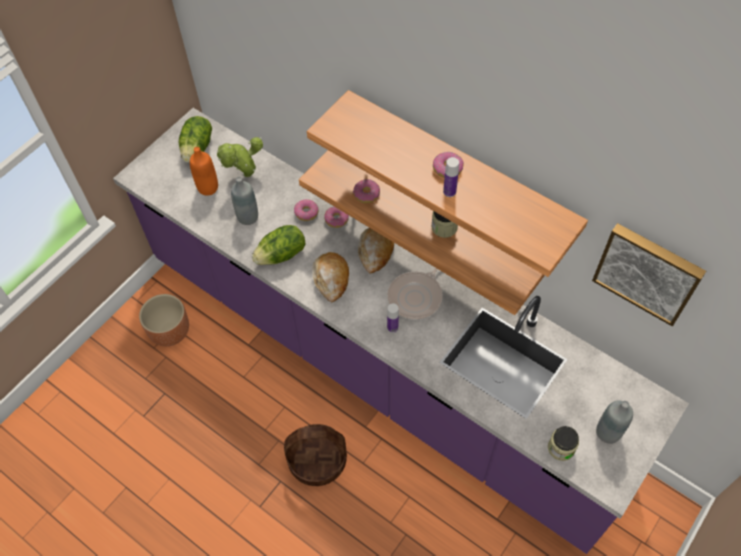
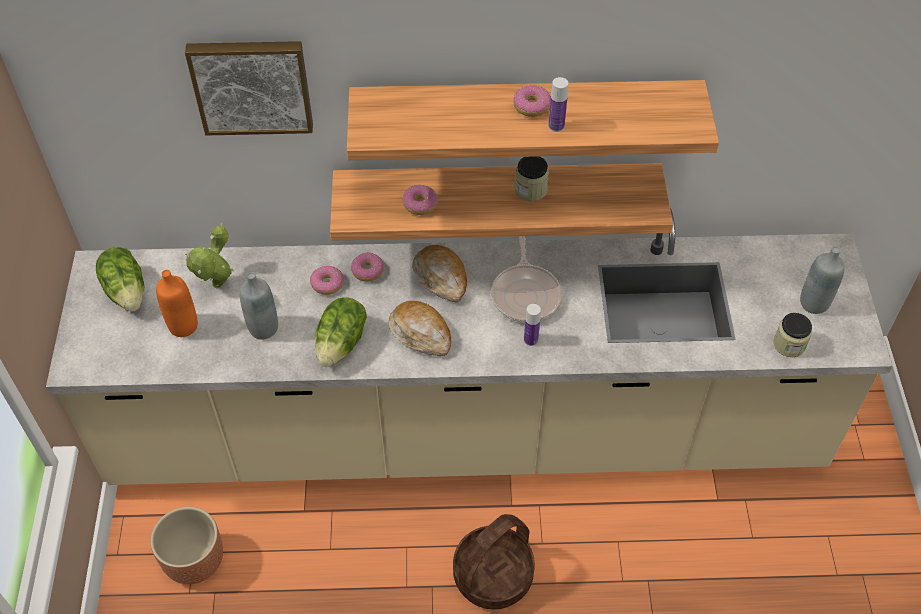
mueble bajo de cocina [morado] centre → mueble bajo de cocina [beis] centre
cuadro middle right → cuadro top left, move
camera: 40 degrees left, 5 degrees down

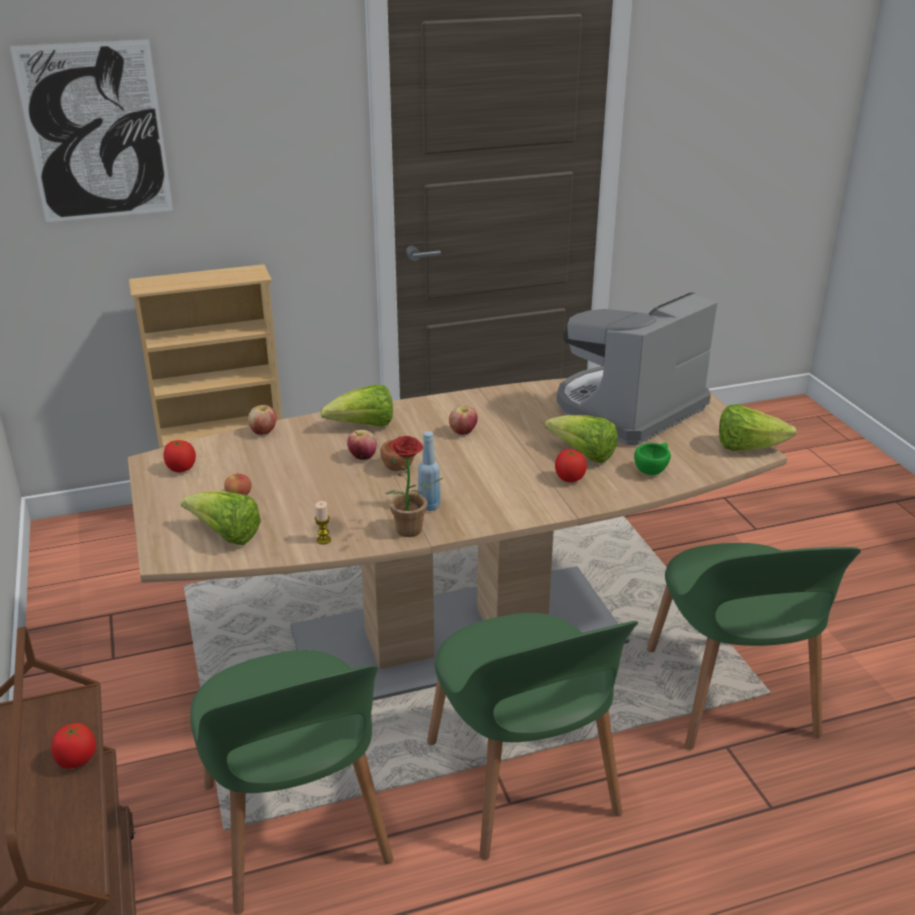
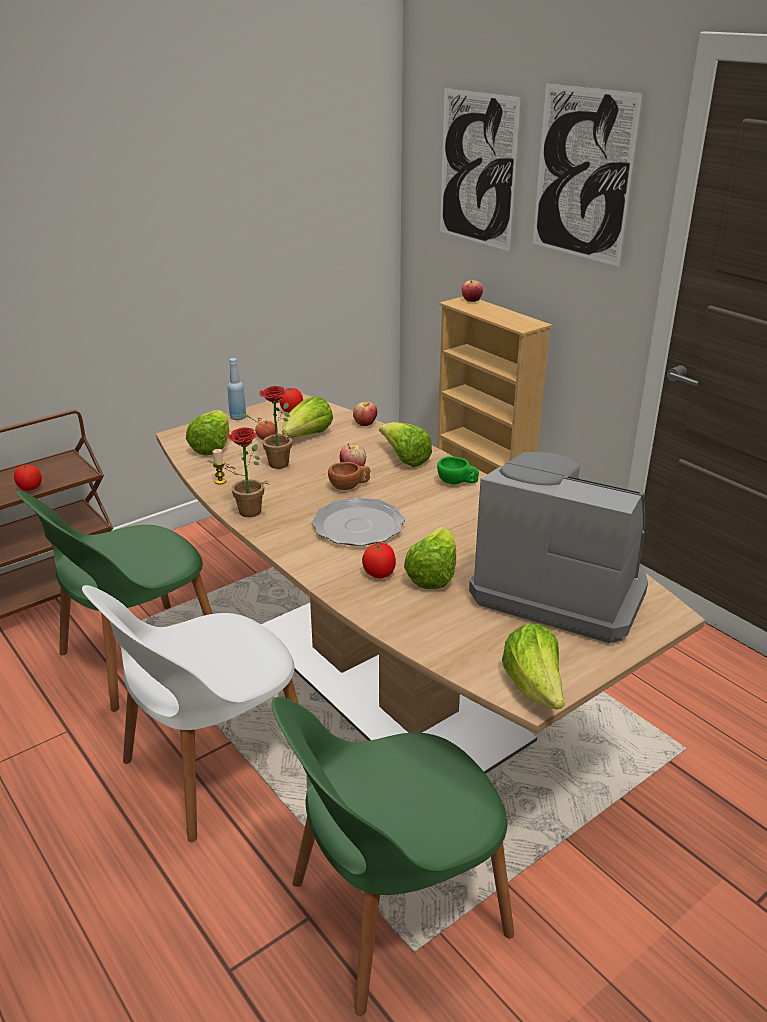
botella [azul] centre → botella [azul] middle left, move
silla [verde] (2nd from left) bottom centre → silla [blanco] bottom left
manzana (4th from left) centre → manzana (4th from left) top centre, move
taza [verde] middle right → taza [verde] centre, move
- → planta en maceta (2nd from left) centre
- → lechuga (2nd from left) centre
- → plato centre
- → cuadro (2nd from left) top right
camera: 70 degrees right, 0 degrees up

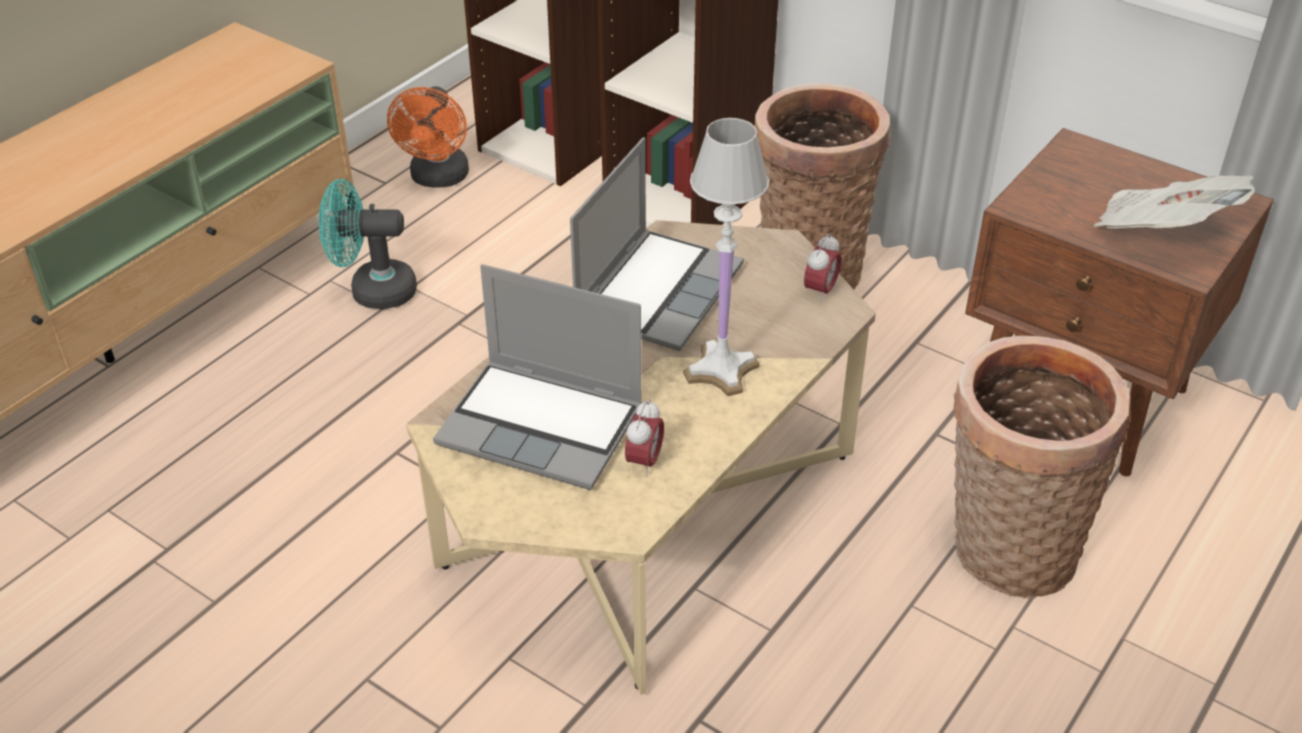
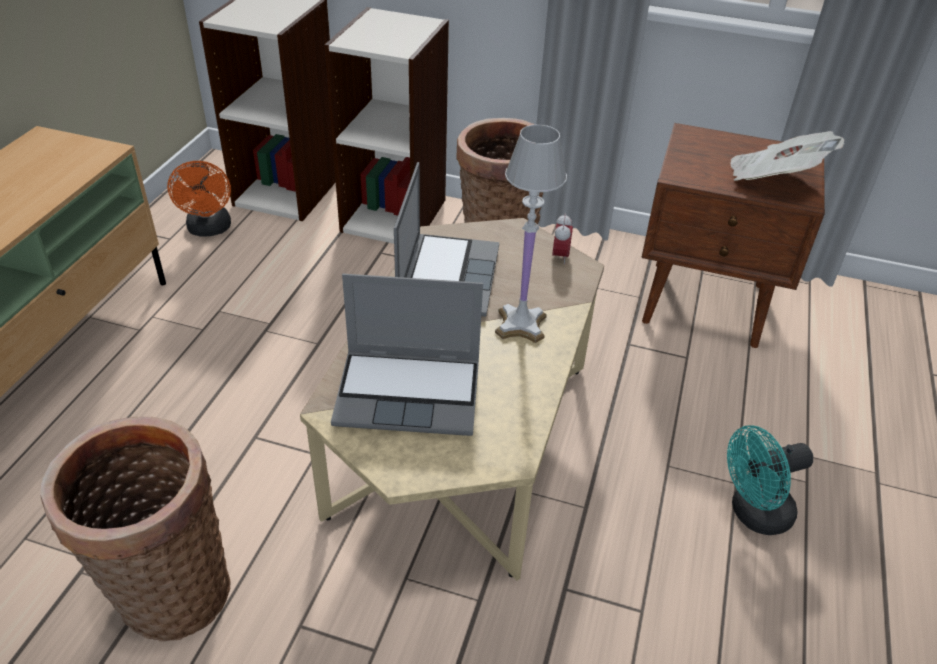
ventilador [turquesa] top left → ventilador [turquesa] bottom right, move
despertador (1st from left) centre → -
cesta (2nd from left in the first image) middle right → cesta (1st from left) bottom left, move
camera: 20 degrees left, 0 degrees up

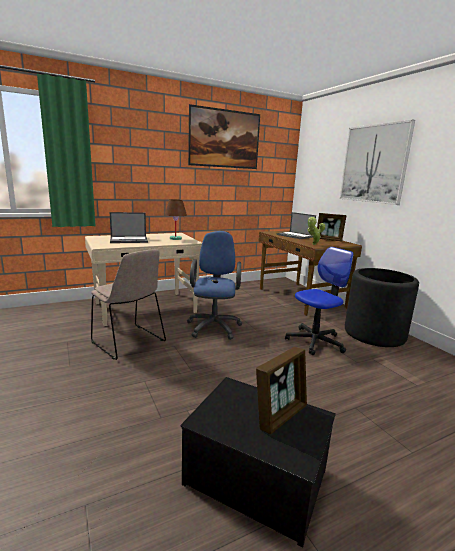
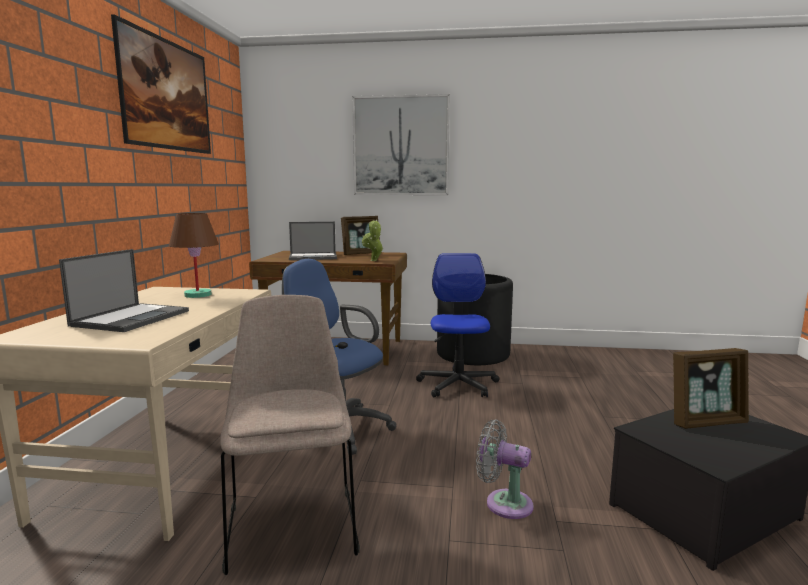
silla [beis] middle left → silla [beis] bottom centre, 90 degrees counterclockwise
portarretratos (1st from left in the first image) bottom centre → portarretratos (2nd from left) middle right, 90 degrees clockwise
- → ventilador [gris] bottom centre
camera: 55 degrees left, 5 degrees down

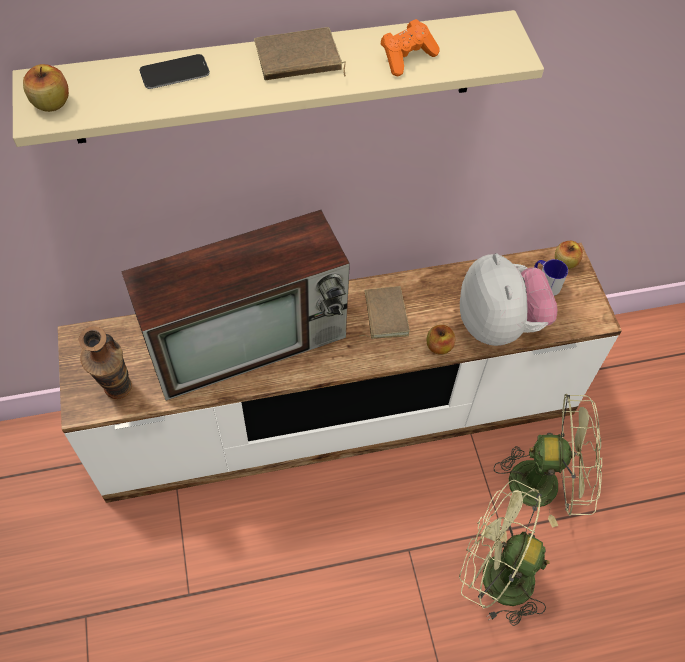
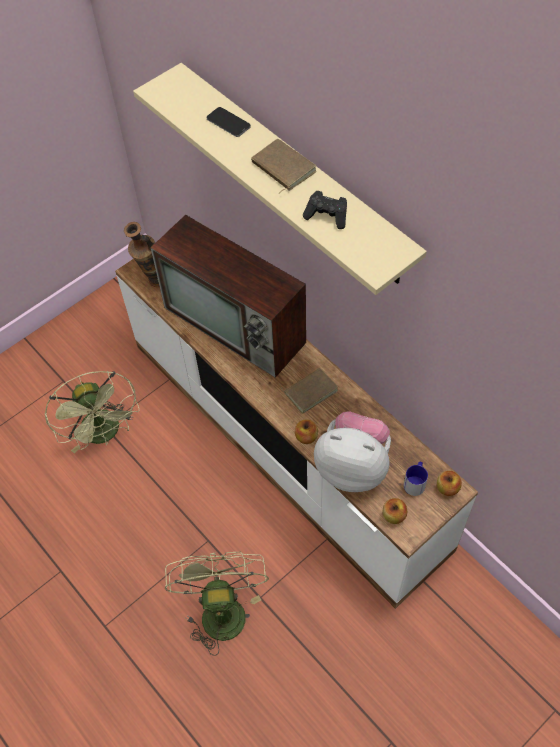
manzana (1st from left in the first image) top left → manzana (2nd from left) bottom right, move
mando de consola [naranja] top centre → mando de consola [negro] top centre
peluche middle right → peluche centre, 120 degrees counterclockwise
ventilador [verde] (2nd from left in the first image) bottom right → ventilador [verde] (1st from left) middle left, move
camera: 65 degrees right, 0 degrees up

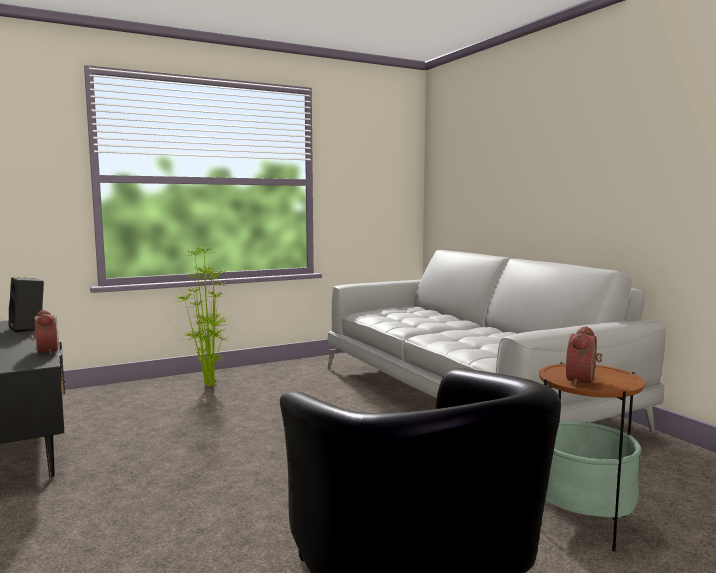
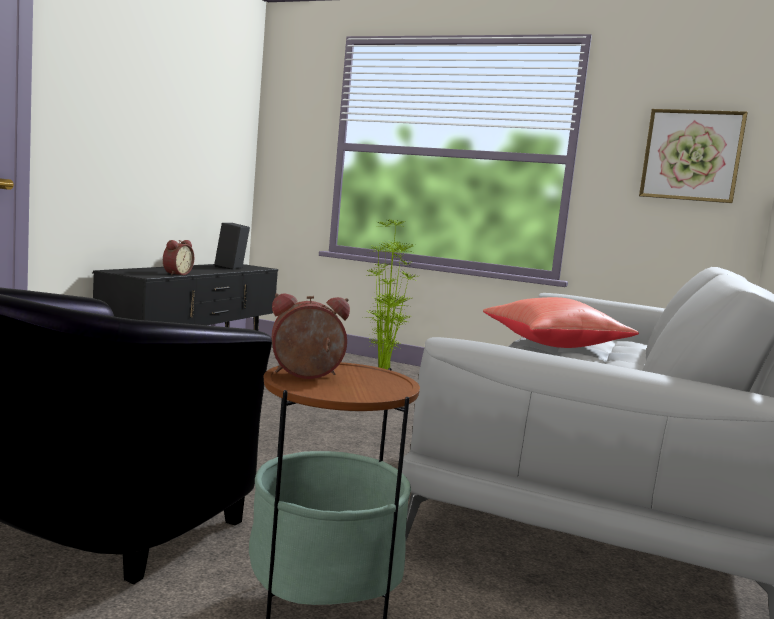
- → cojín [rojo] middle right
- → cuadro top right
camera: 50 degrees right, 0 degrees up

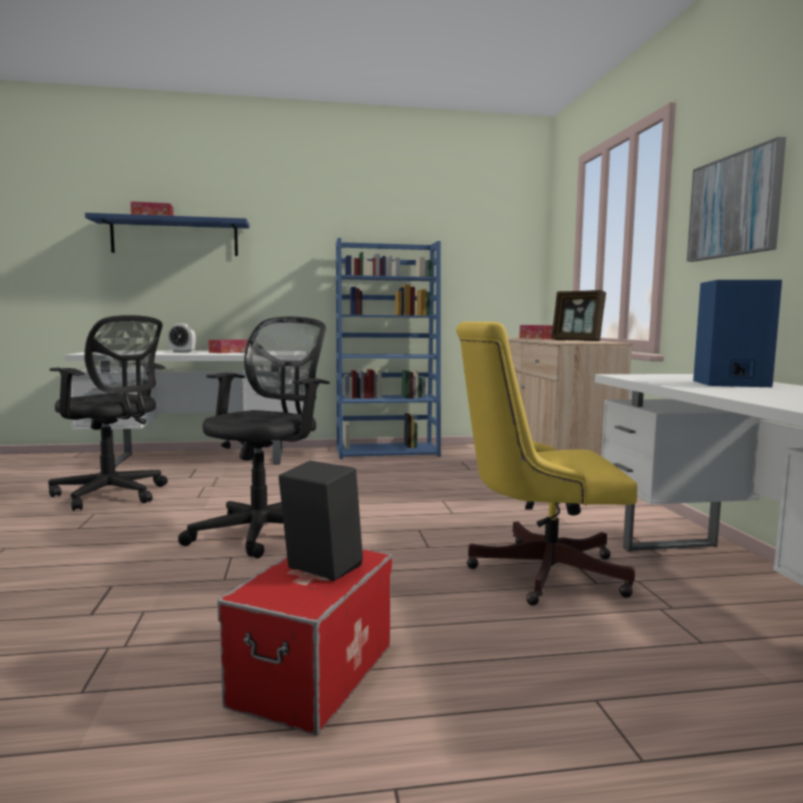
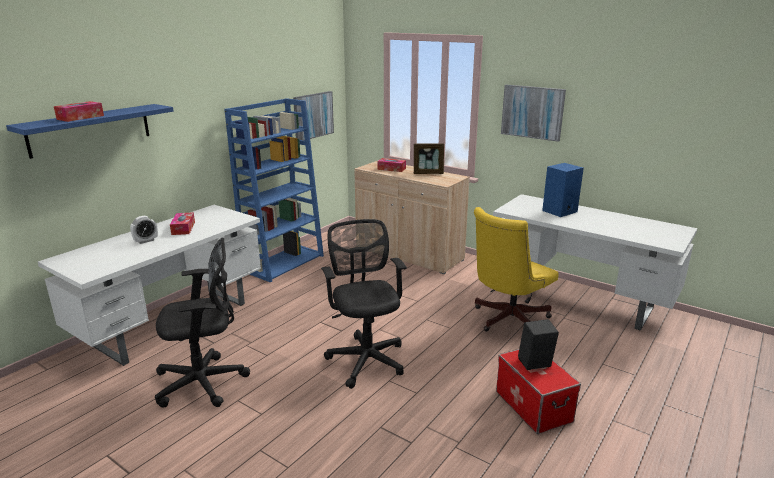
- → cuadro (1st from left) top centre
camera: 45 degrees left, 15 degrees up

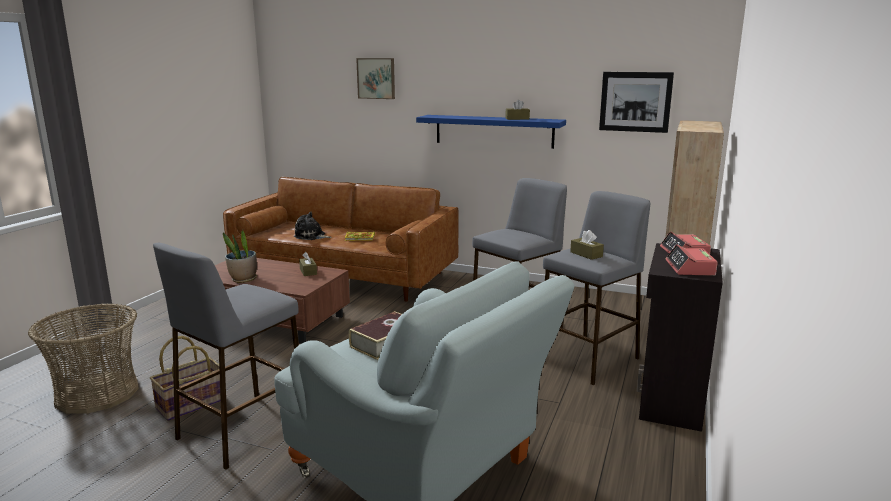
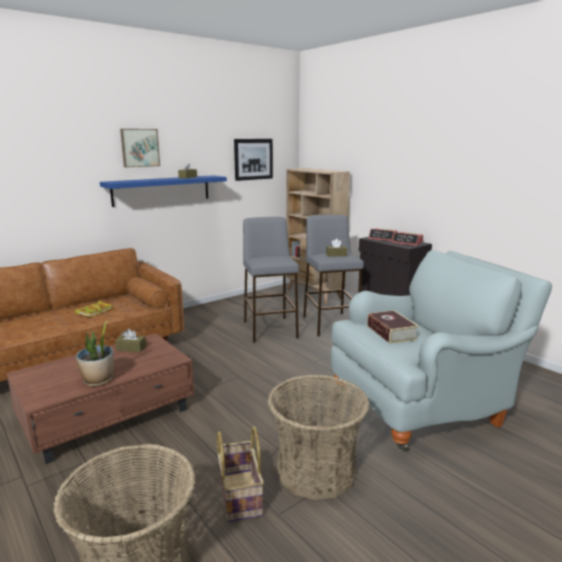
taburete [gris] (1st from left) bottom left → cesta (3rd from left) bottom centre
peluche centre → -
cuadro (1st from left) top centre → cuadro (1st from left) top left, move
camera: 60 degrees left, 0 degrees up

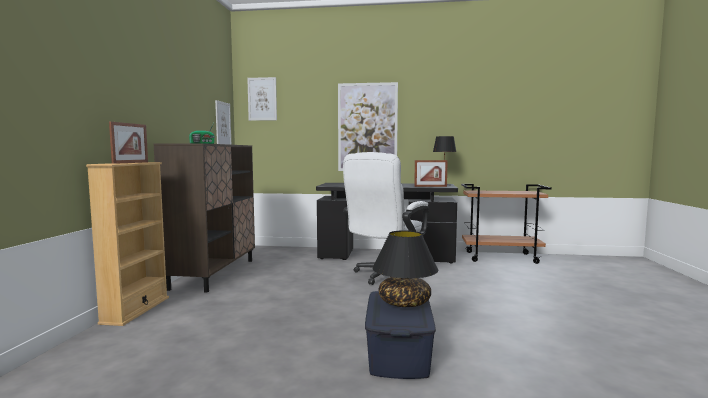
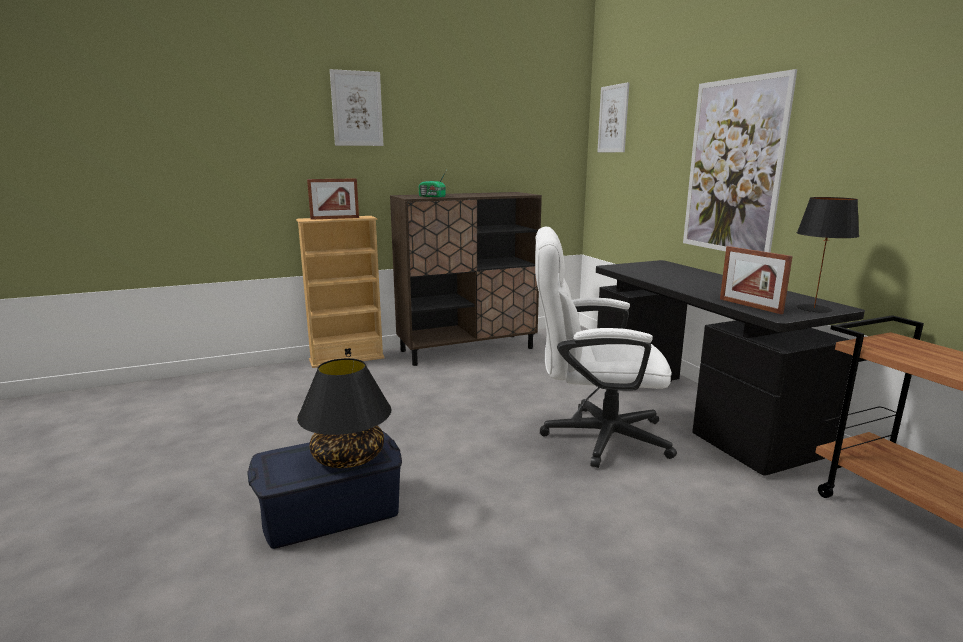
cuadro (1st from left) top left → cuadro (1st from left) top centre, move
camera: 60 degrees right, 10 degrees up

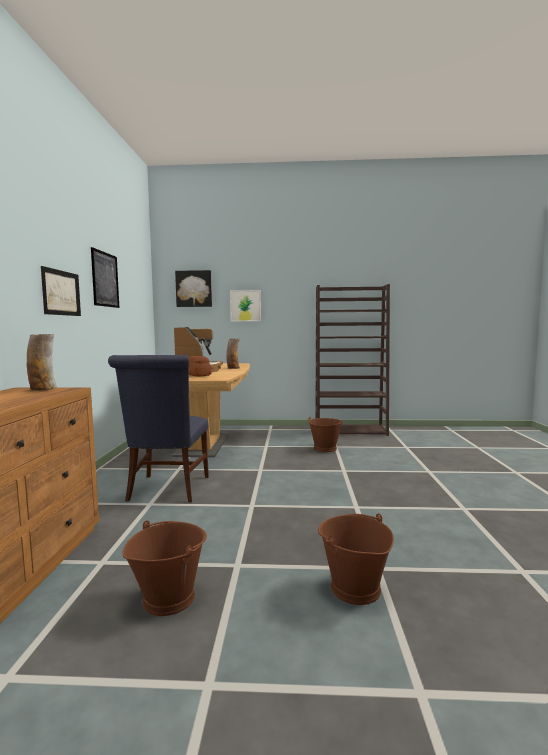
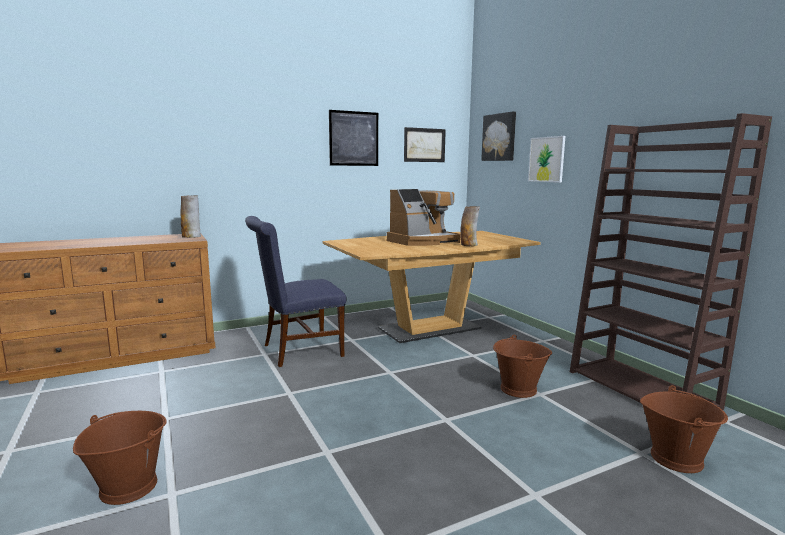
cuadro (1st from left in the first image) middle left → cuadro (2nd from left) top centre, move
cubo [marrón] (1st from left in the first image) bottom left → cubo [marrón] (3rd from left) bottom right, move
pan centre → -
camera: 60 degrees right, 5 degrees up

